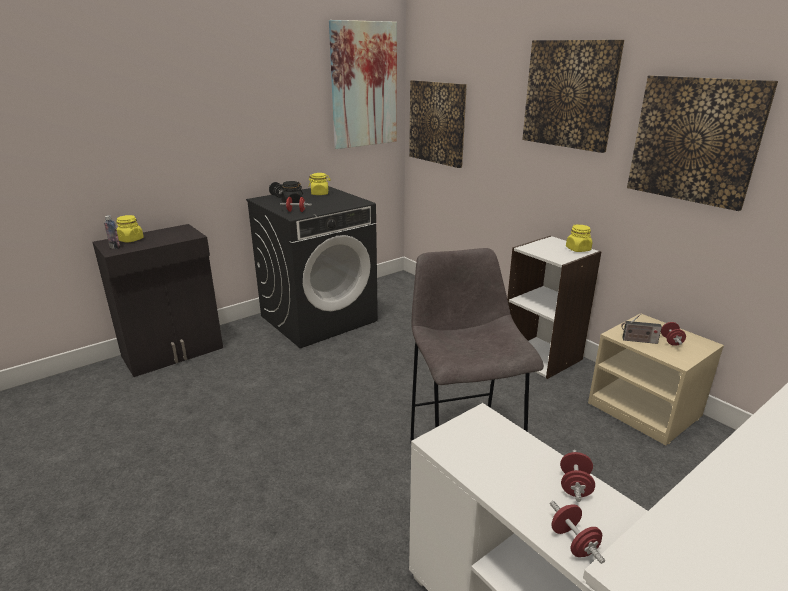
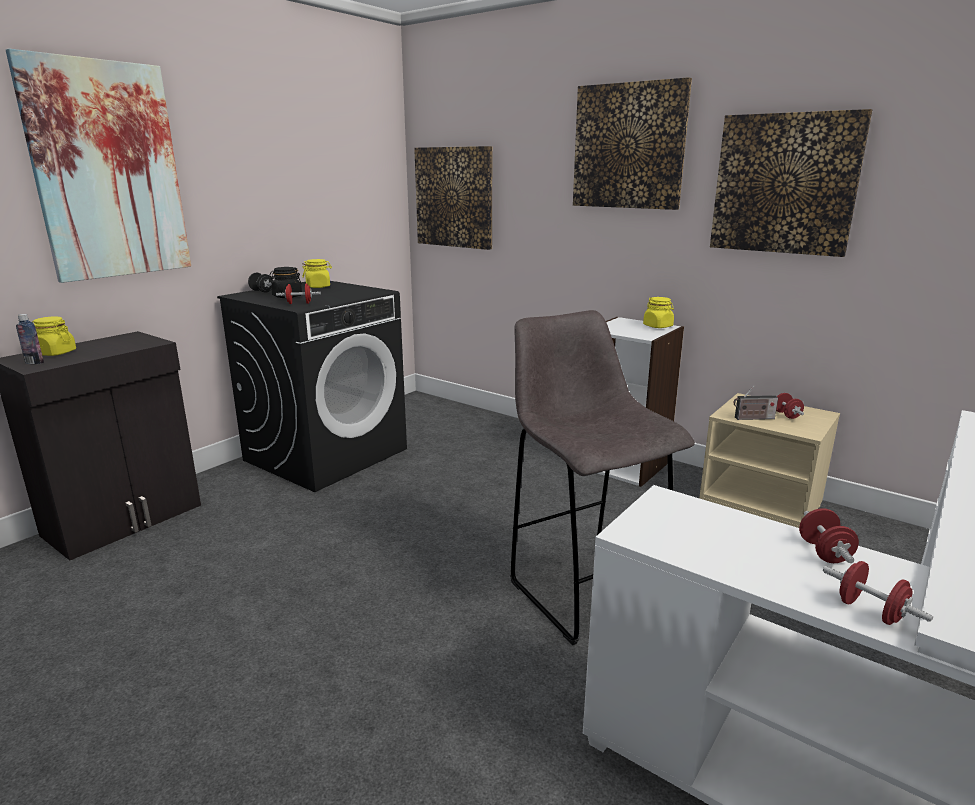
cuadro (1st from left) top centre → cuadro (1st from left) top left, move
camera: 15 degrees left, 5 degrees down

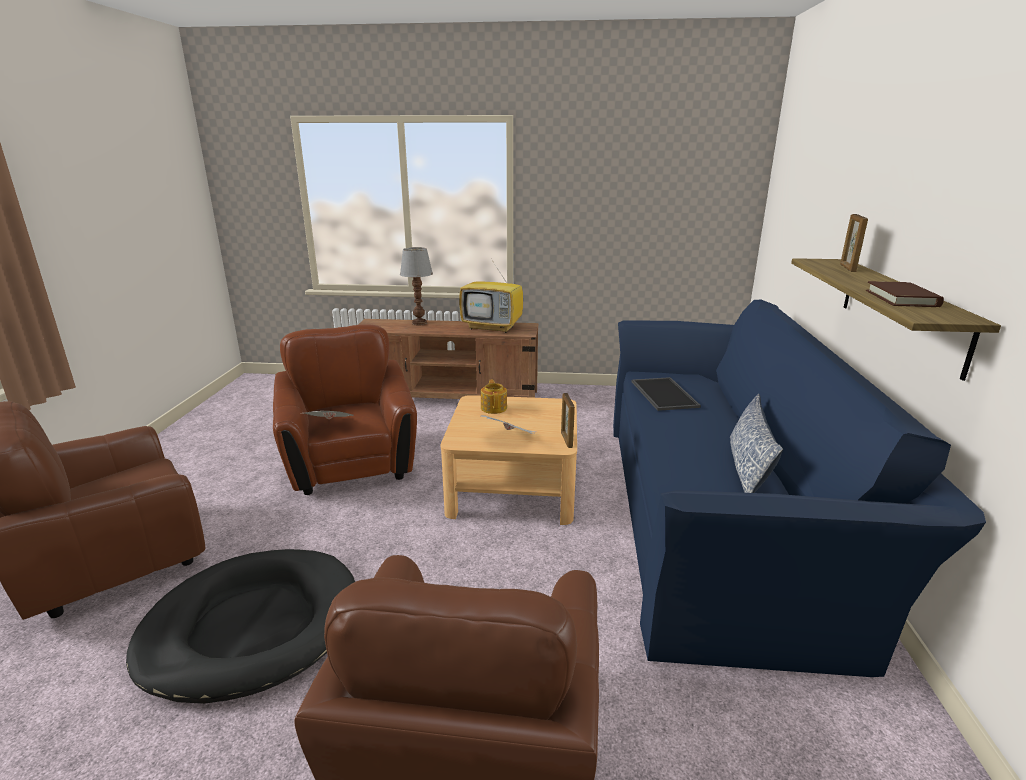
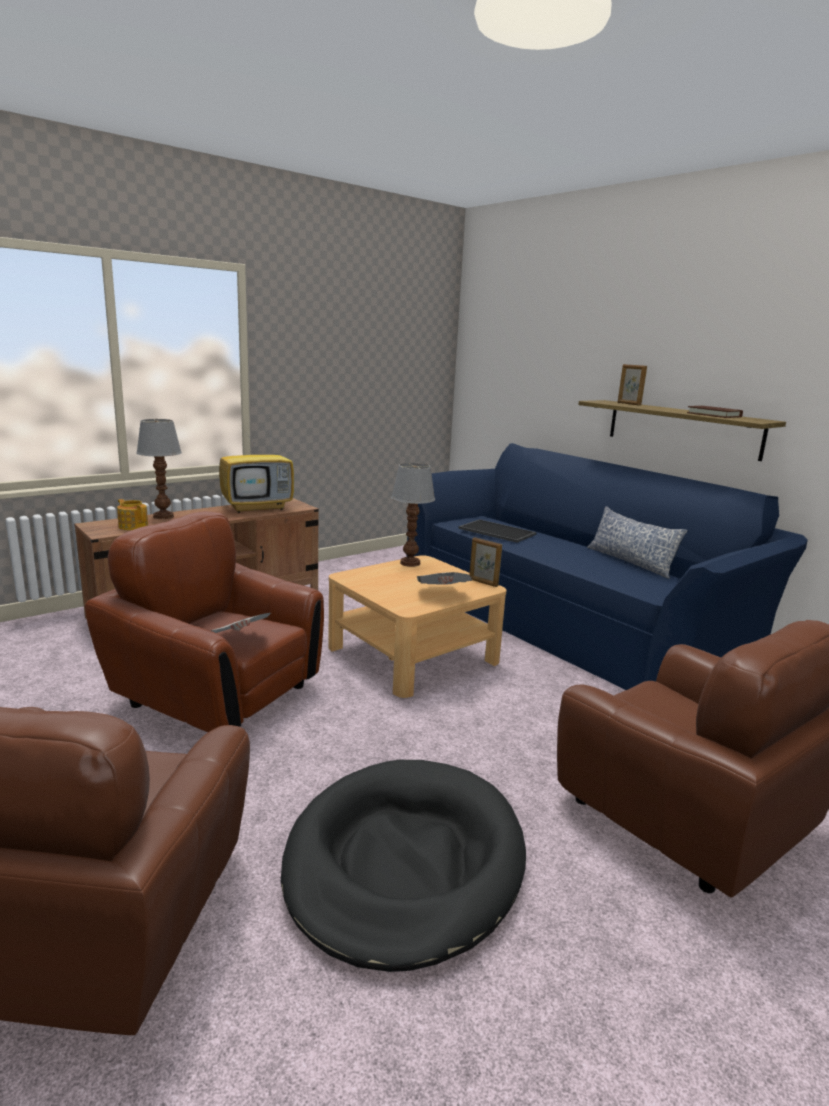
tetera centre → tetera middle left, move
- → lámpara de mesa (2nd from left) centre
camera: 45 degrees left, 5 degrees down

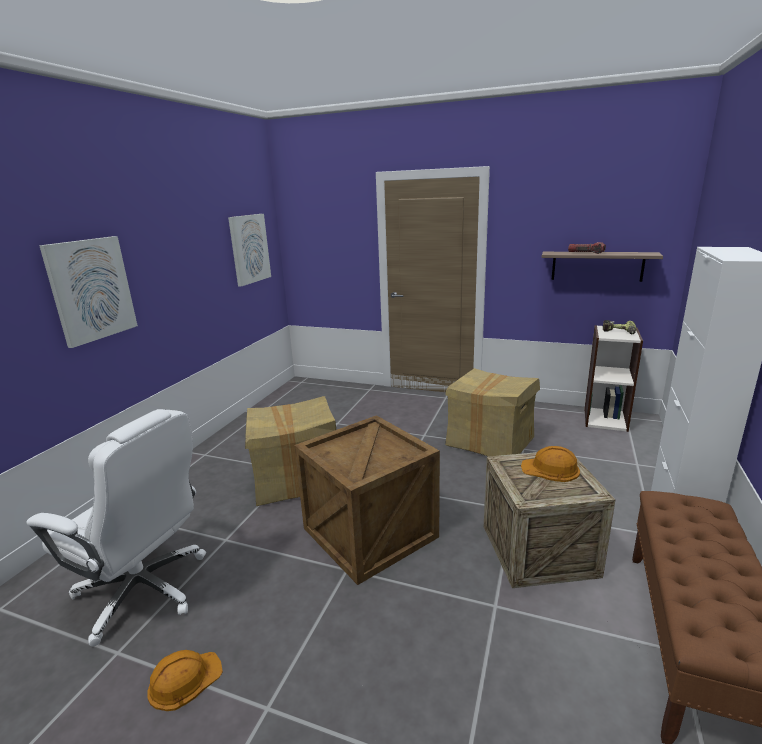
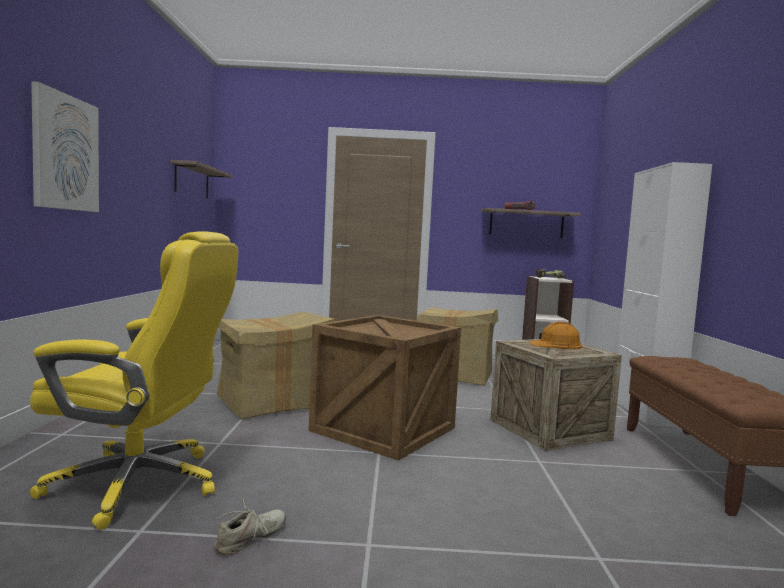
silla de oficina [blanco] bottom left → silla de oficina [amarillo] middle left
casco [naranja] (1st from left) bottom left → zapato [beis] bottom left
cuadro (2nd from left) middle left → estante (1st from left) top left
camera: 20 degrees left, 15 degrees down

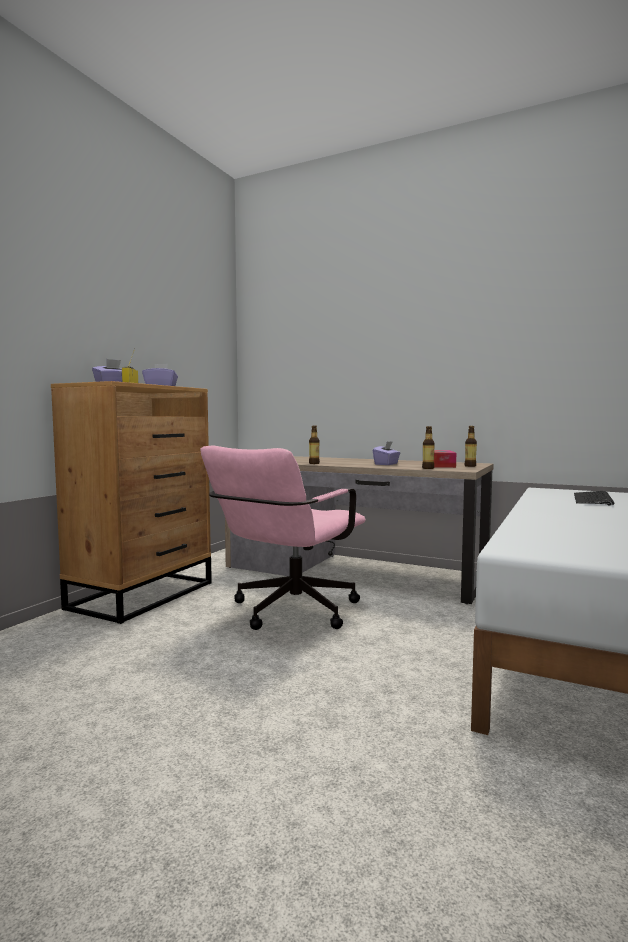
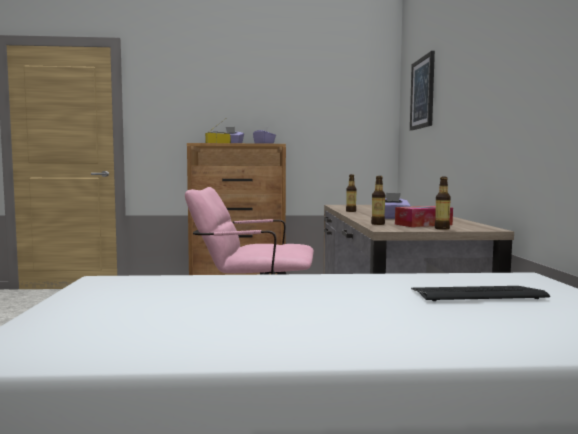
- → cuadro top right
camera: 60 degrees right, 0 degrees up

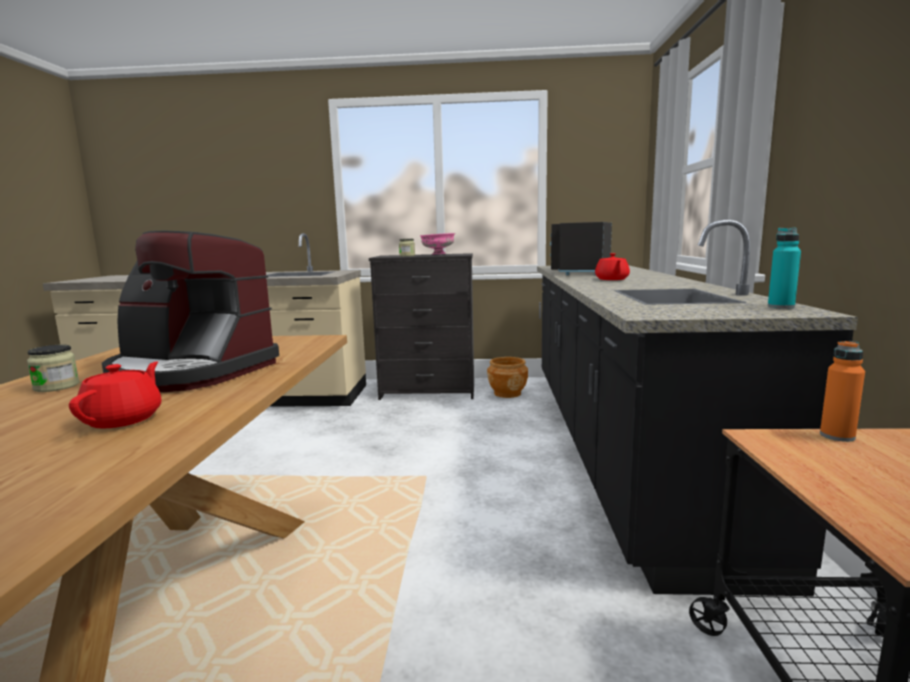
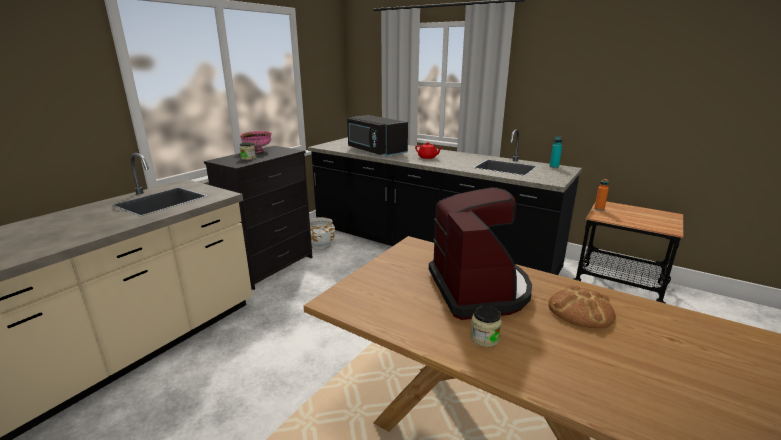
tetera [rojo] (1st from left) middle left → pan bottom right
cafetera middle left → cafetera centre, 60 degrees counterclockwise
maceta [marrón] centre → maceta [blanco] centre
camera: 60 degrees left, 10 degrees up

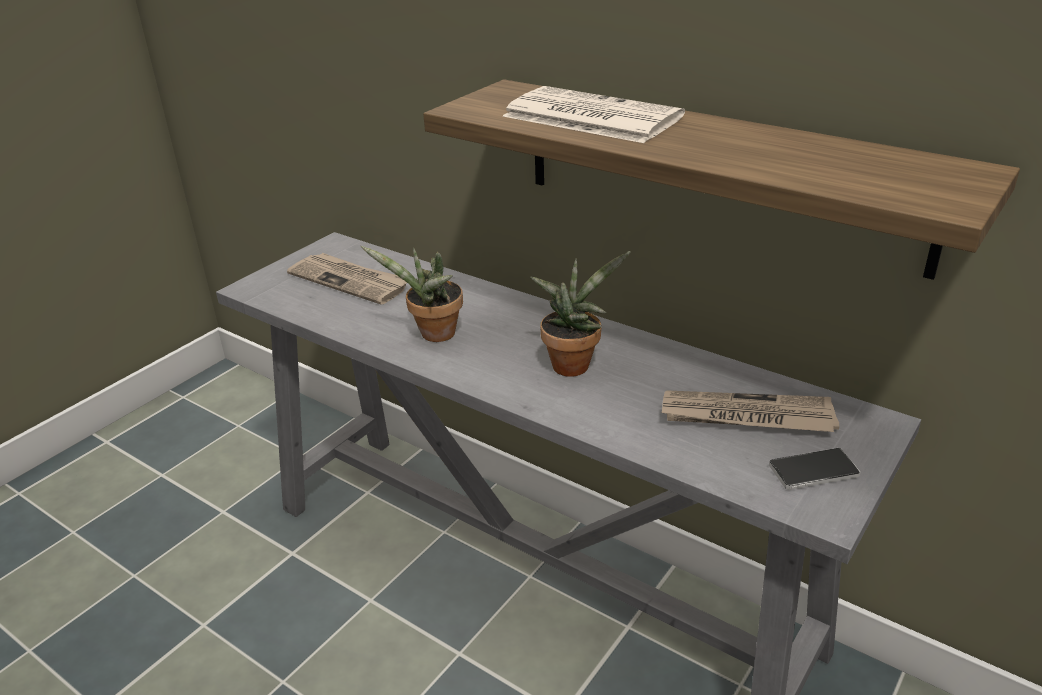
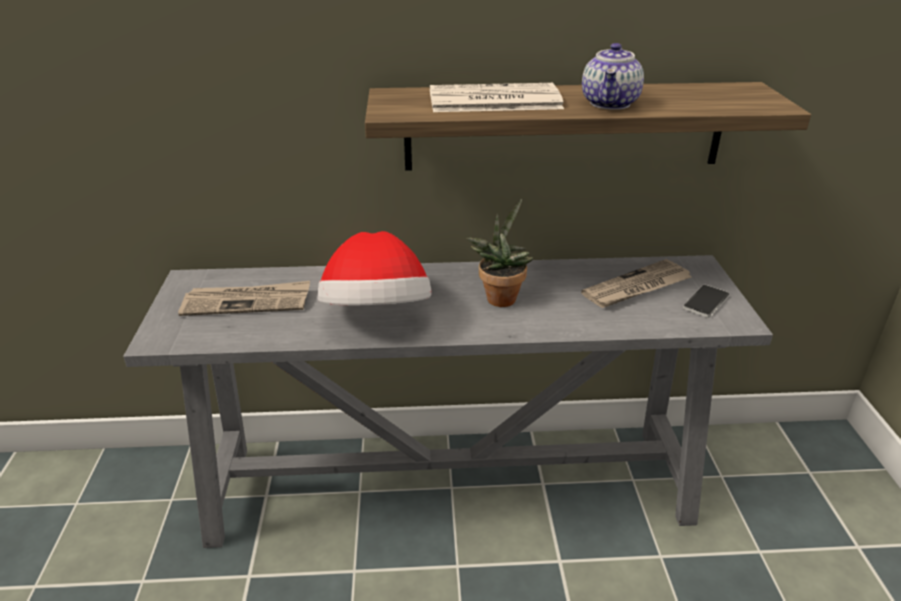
planta en maceta (1st from left) centre → sombrero centre
- → tetera top right
camera: 40 degrees left, 0 degrees up

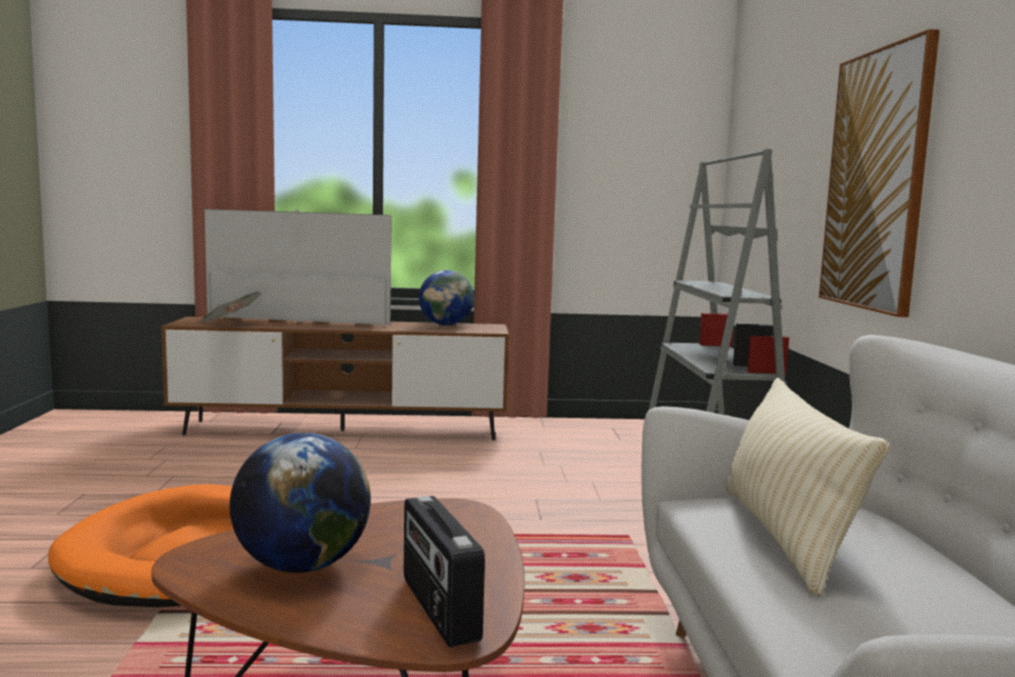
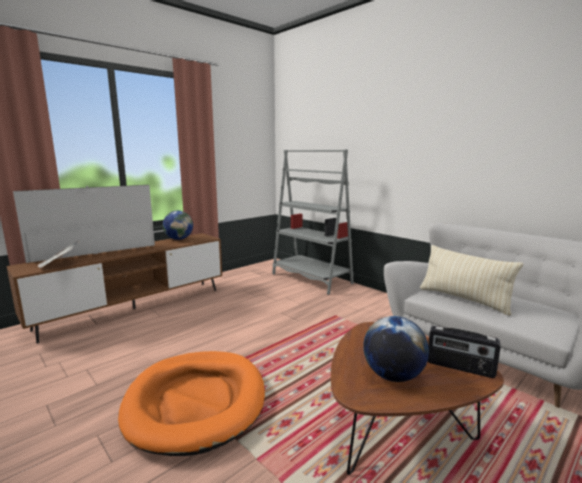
cuadro top right → -
camera: 40 degrees left, 5 degrees up

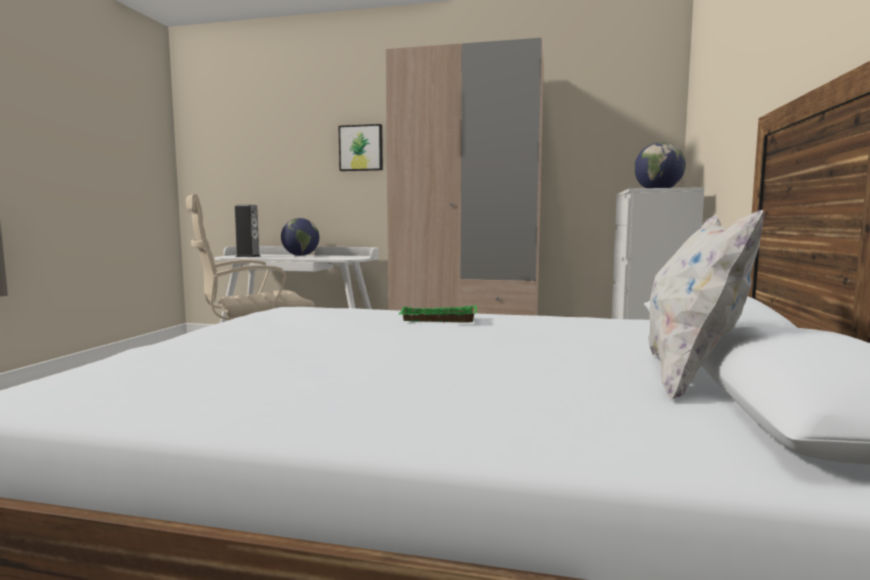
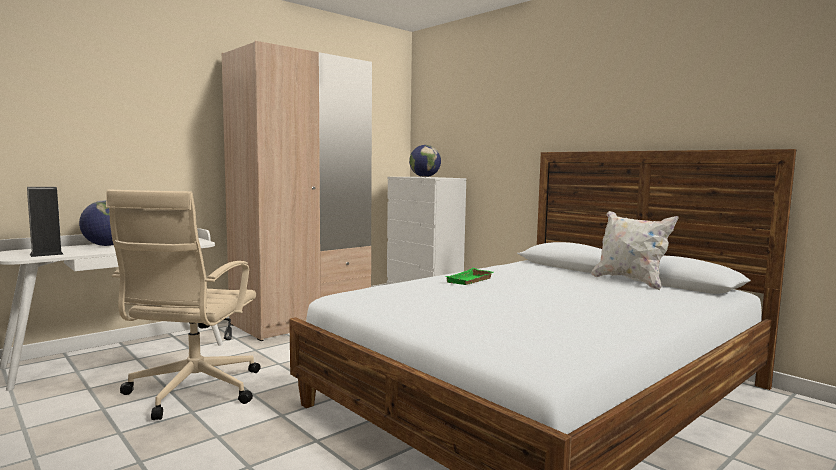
cuadro top centre → -
camera: 55 degrees left, 0 degrees up

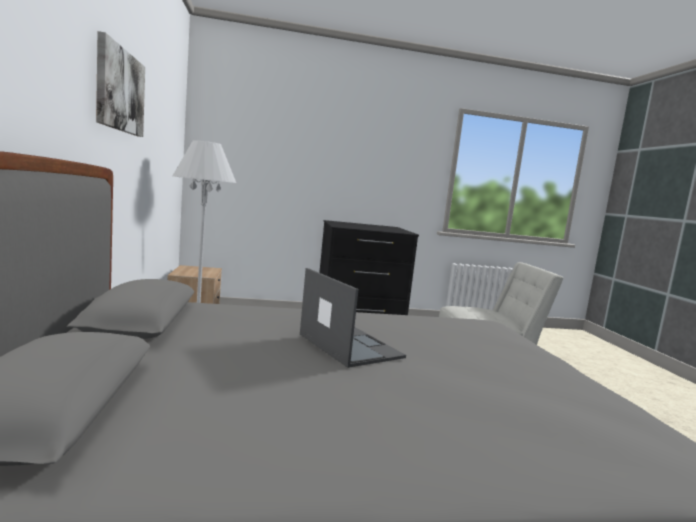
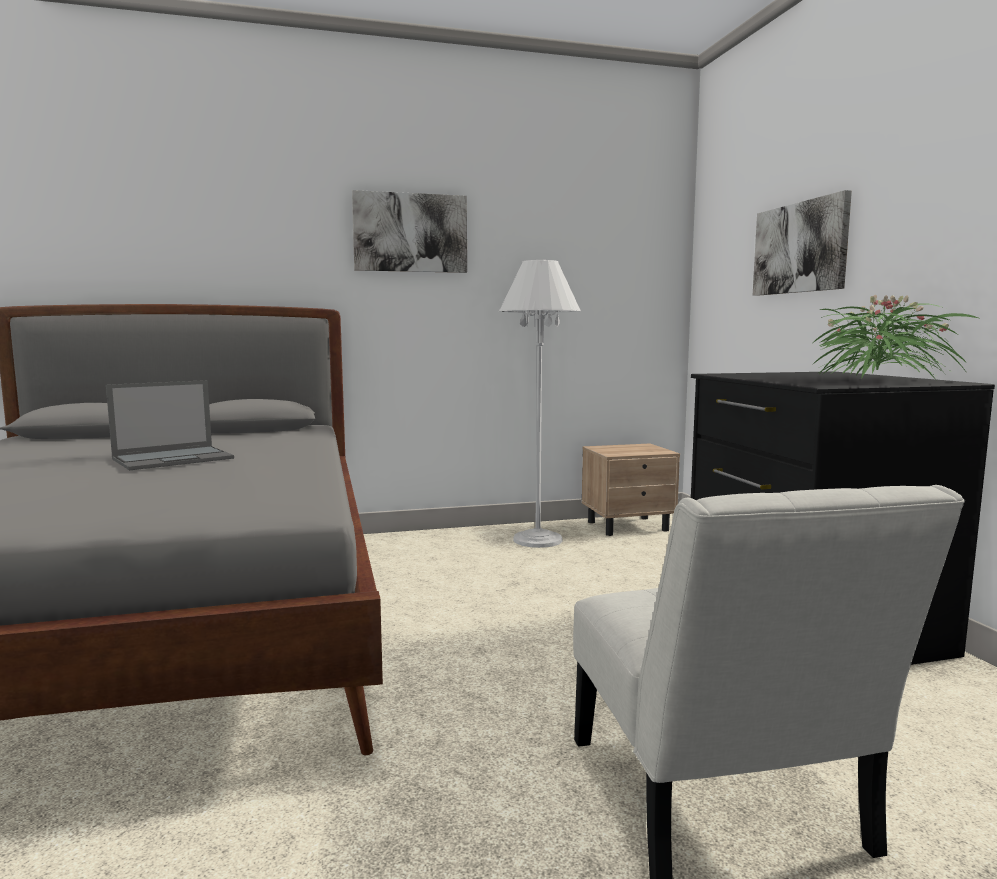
- → cuadro (2nd from left) top right
- → planta en maceta middle right
camera: 85 degrees right, 0 degrees up

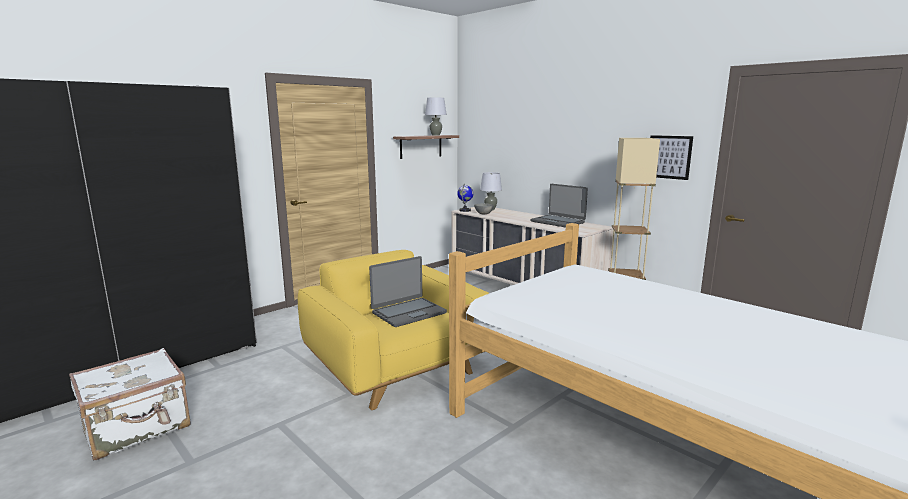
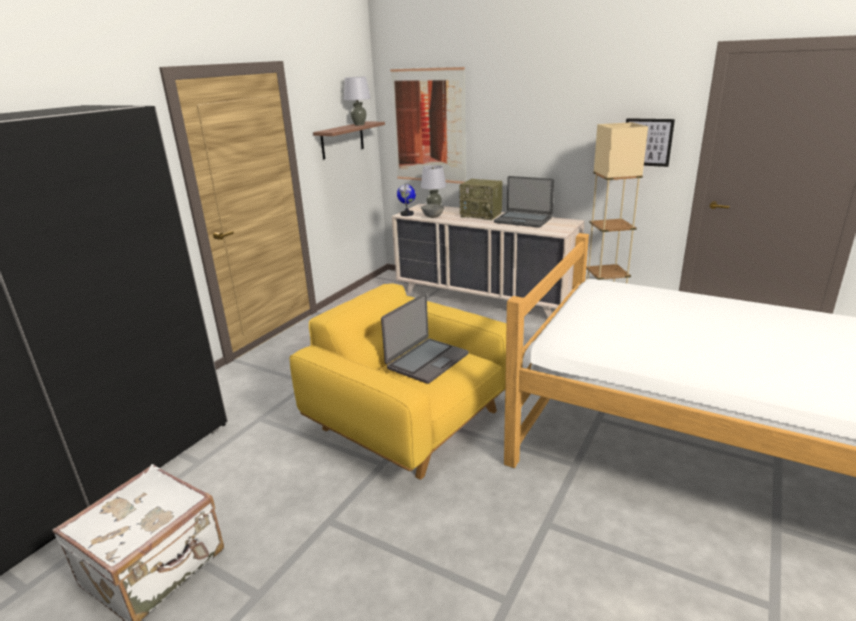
- → cuadro (1st from left) top centre
- → radio top centre
camera: 15 degrees left, 10 degrees up

